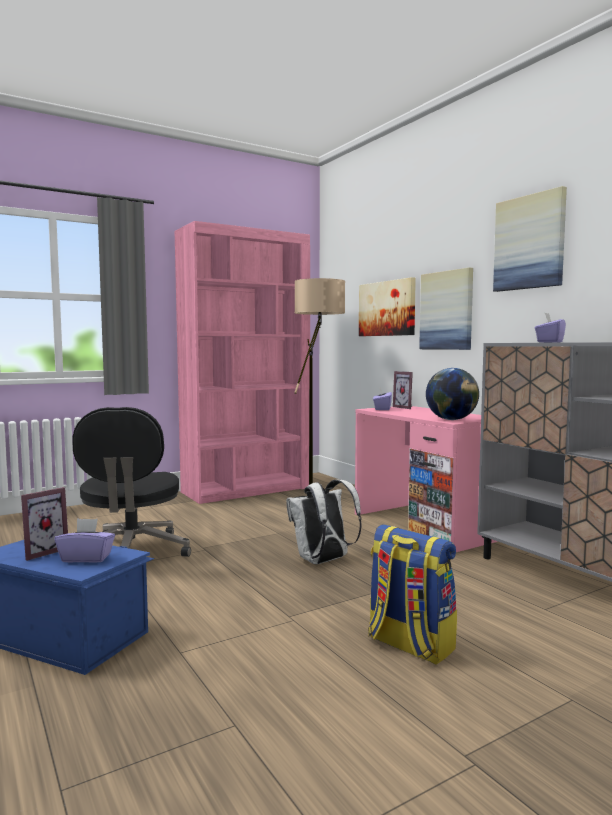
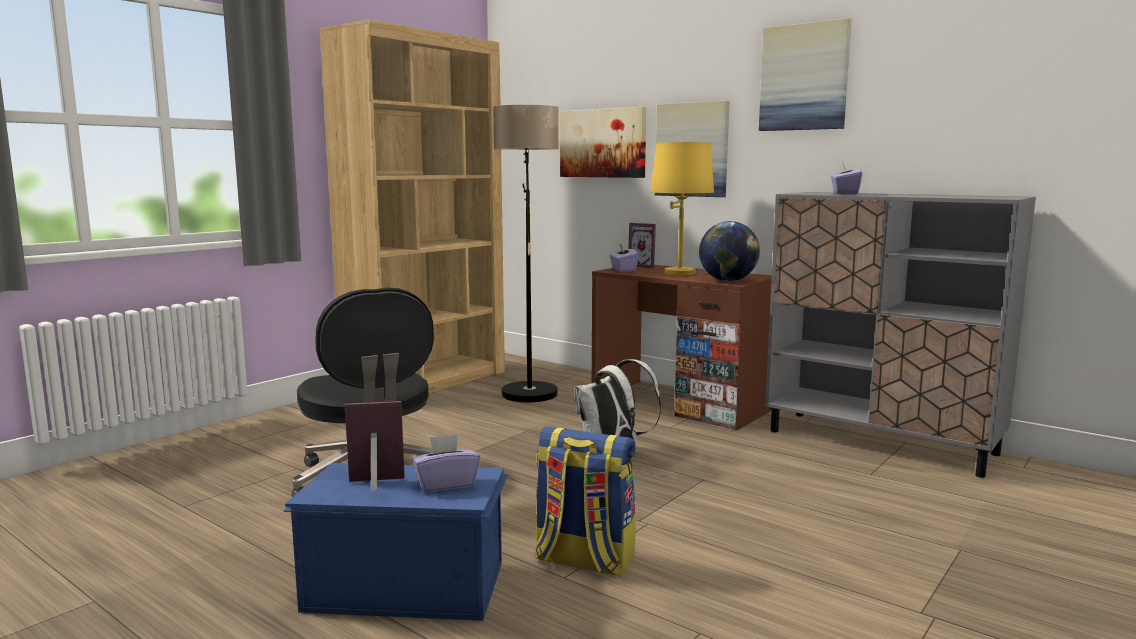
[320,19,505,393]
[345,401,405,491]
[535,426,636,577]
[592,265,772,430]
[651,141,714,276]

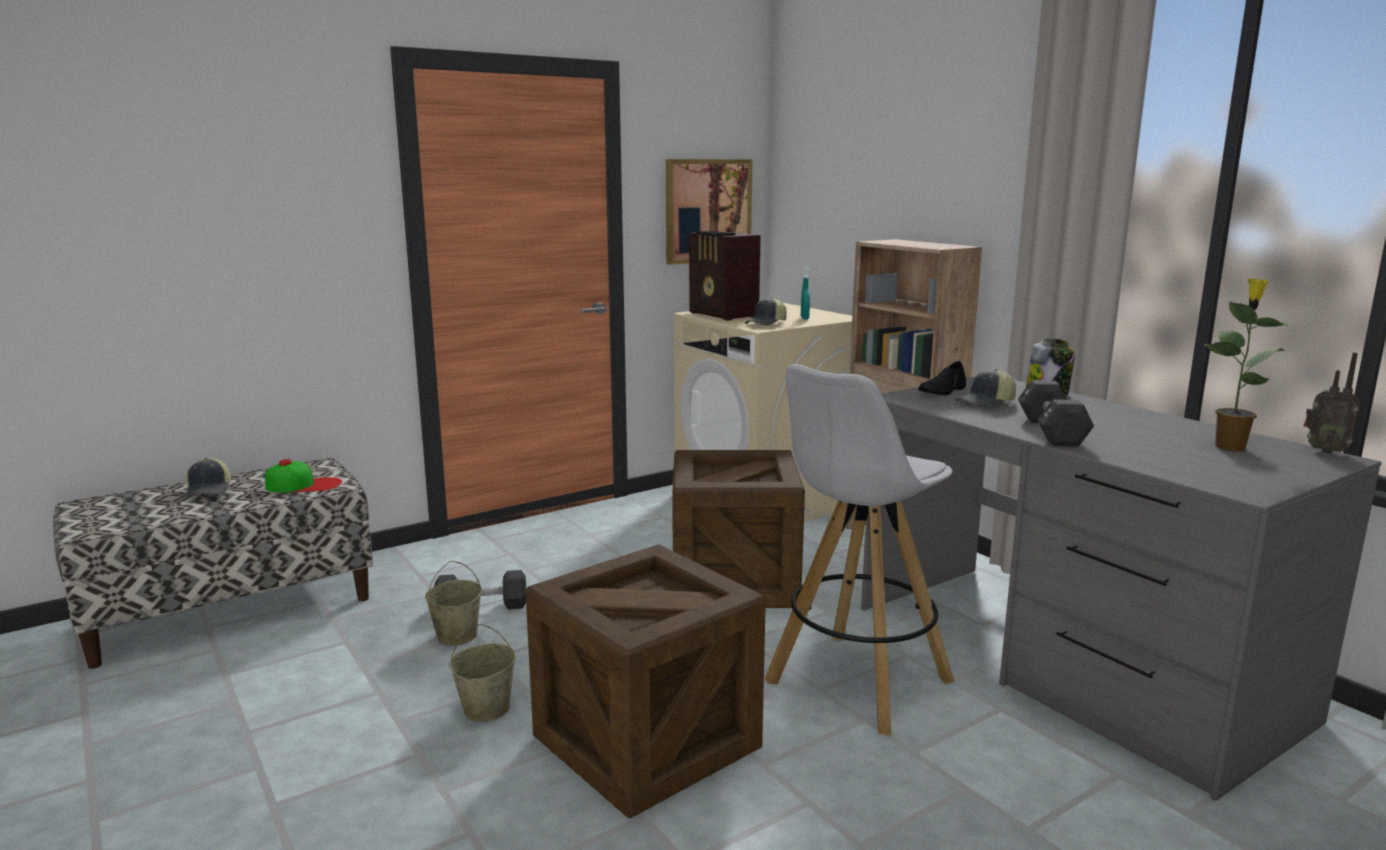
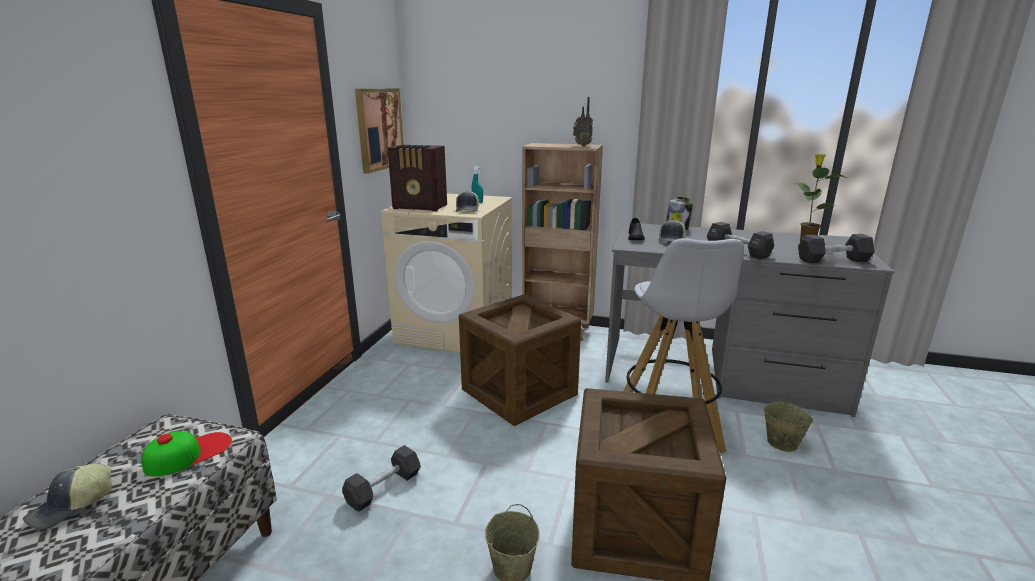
[23,463,112,530]
[573,97,593,146]
[764,391,813,452]
[798,234,875,263]

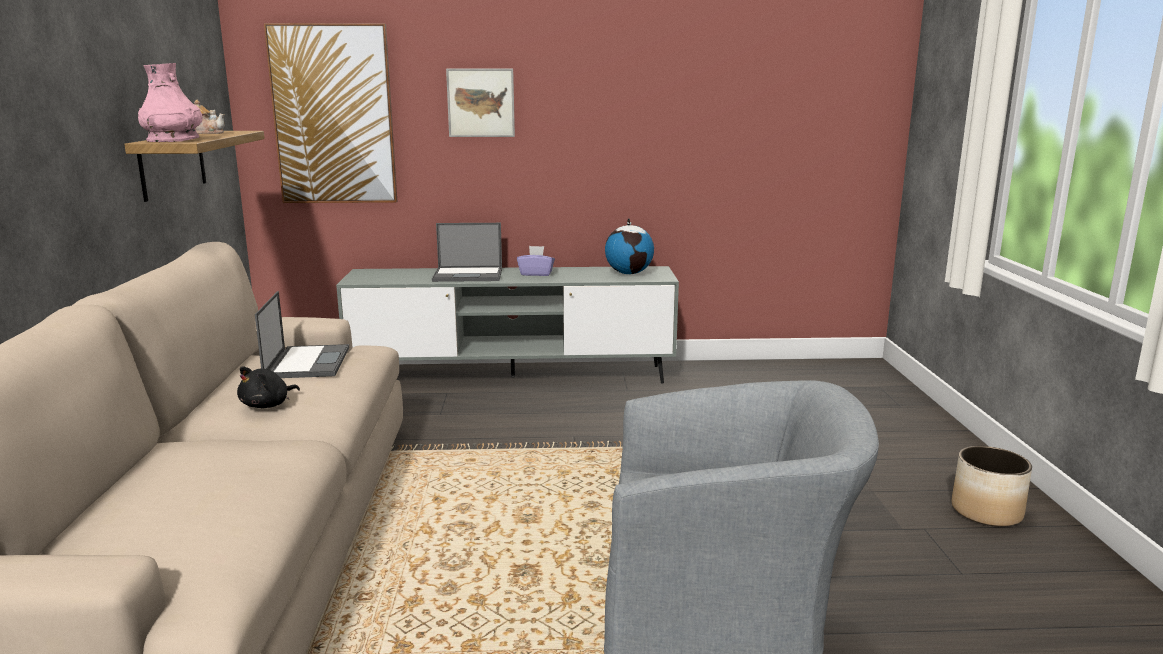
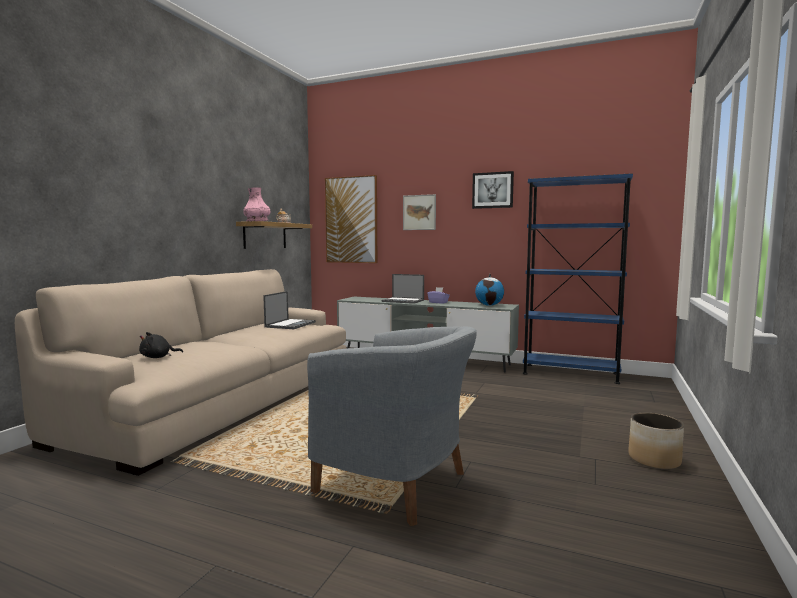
[139,332,183,358]
[472,171,514,209]
[523,173,633,384]

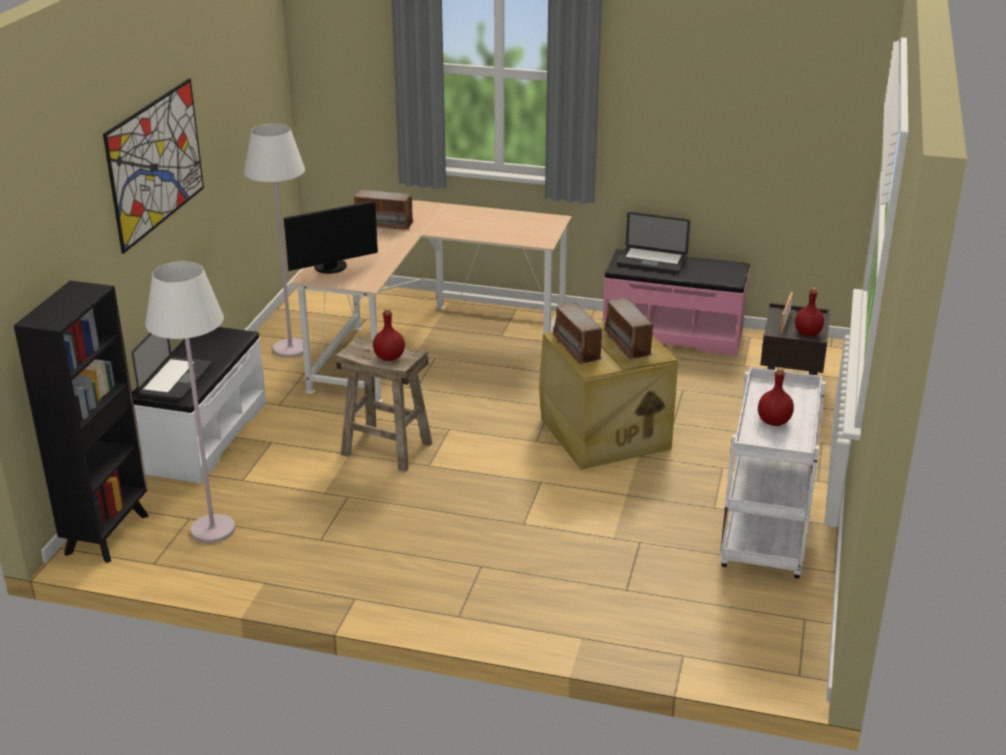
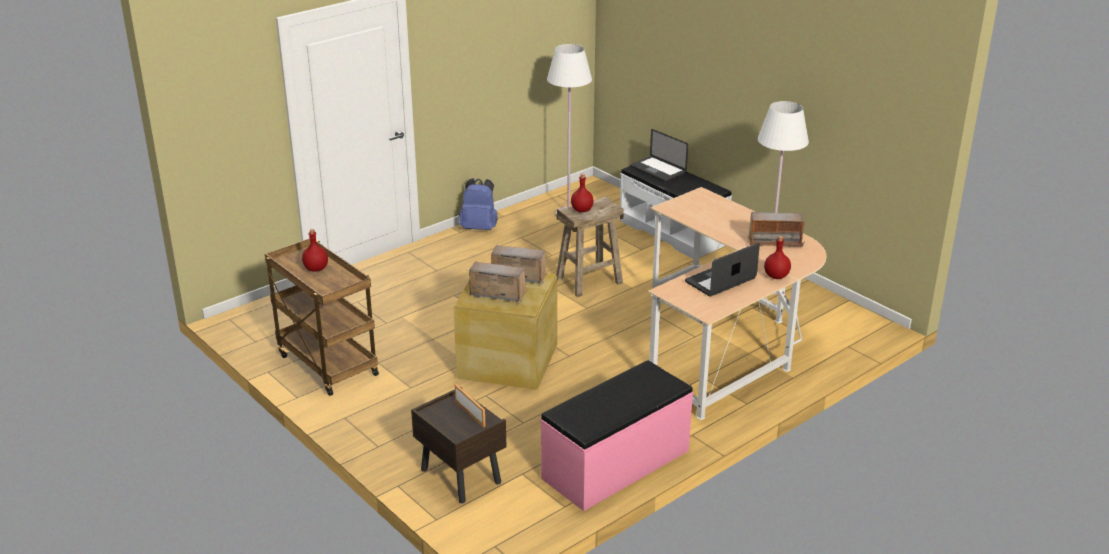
[265,238,379,396]
[459,178,497,230]
[685,243,760,296]
[748,212,804,247]
[764,236,791,279]
[14,281,149,563] (first image)
[103,78,204,254] (first image)
[284,200,378,274] (first image)

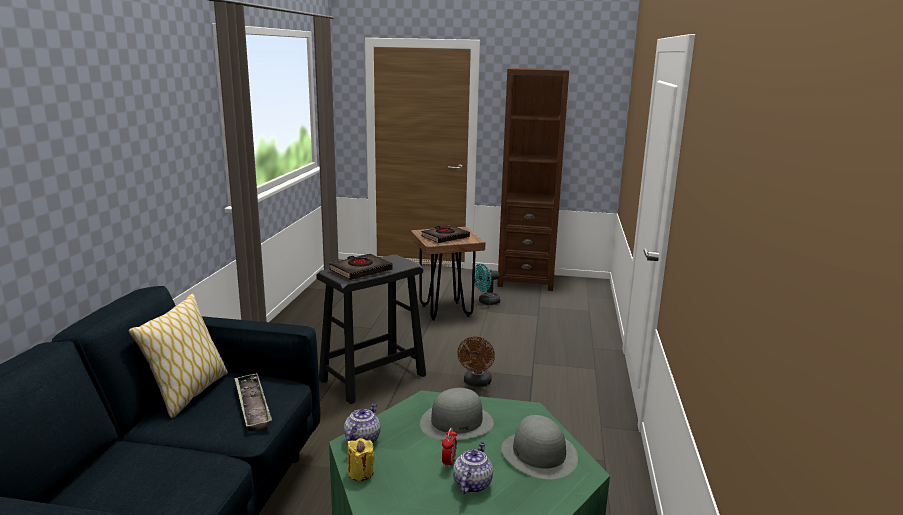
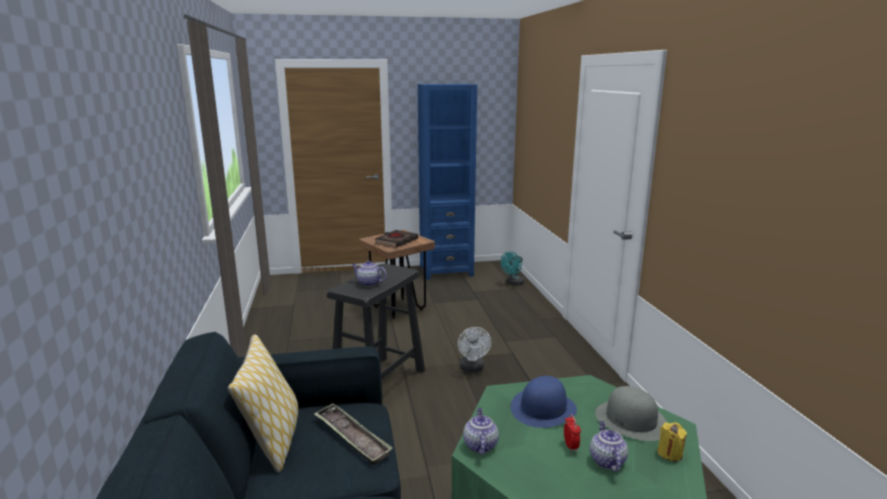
[351,261,387,286]
[418,84,477,280]
[458,327,491,372]
[501,251,524,286]
[511,376,577,428]
[658,422,687,461]

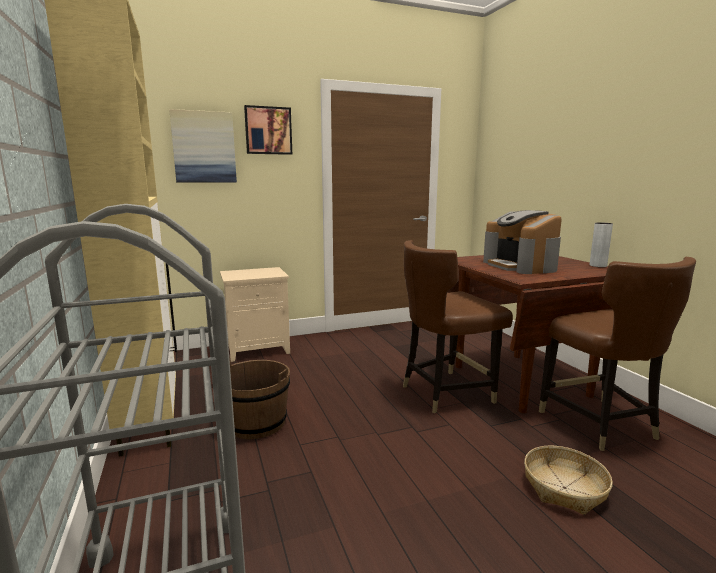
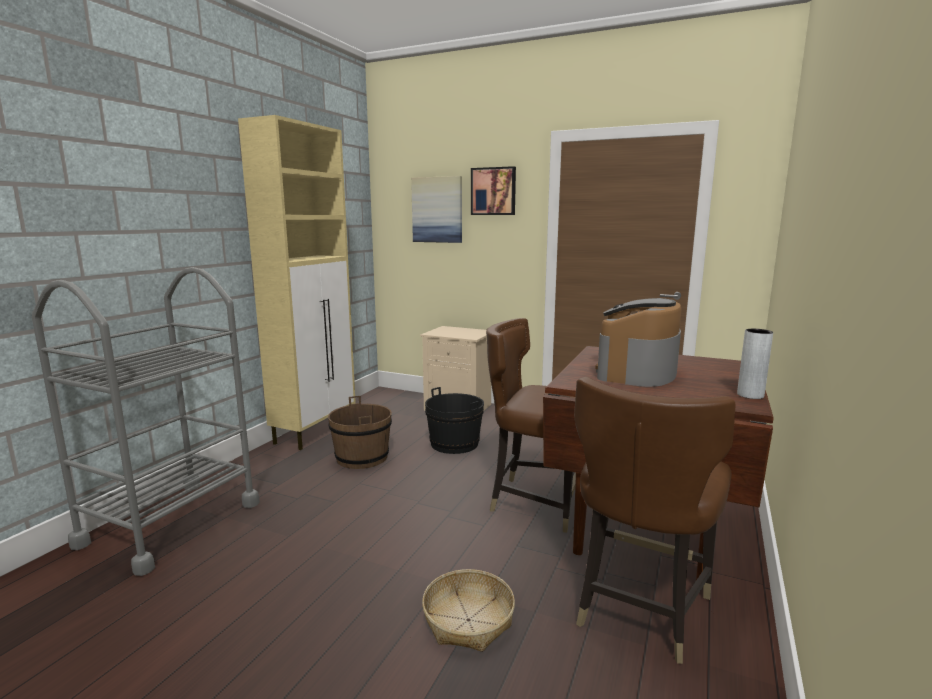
[425,387,484,454]

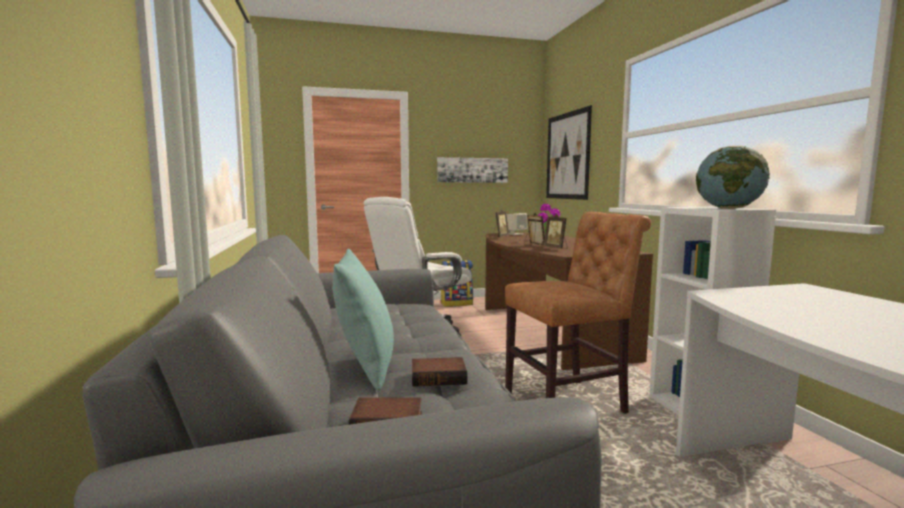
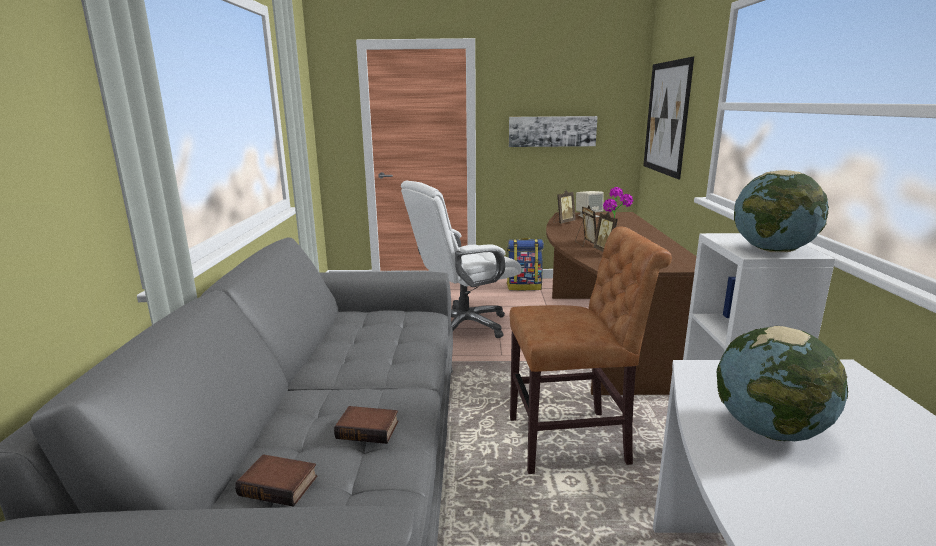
[717,326,848,441]
[332,249,394,391] (first image)

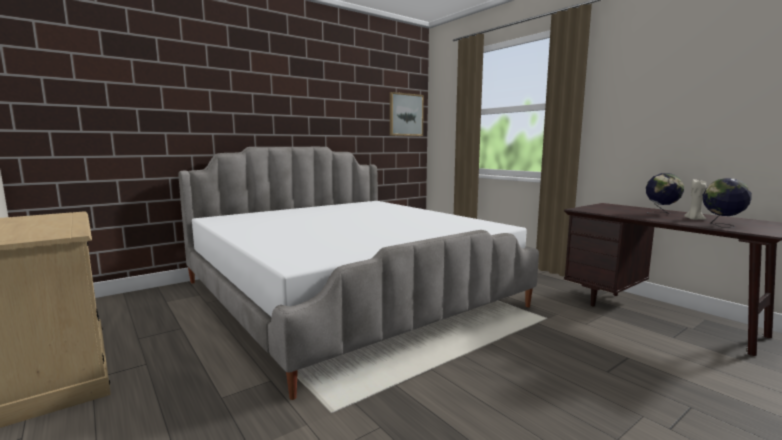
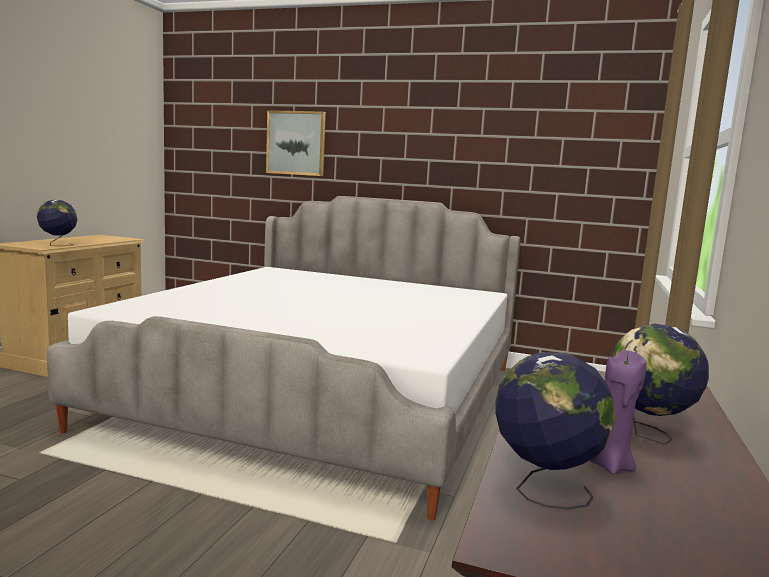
[37,200,78,246]
[266,110,326,176]
[589,350,646,475]

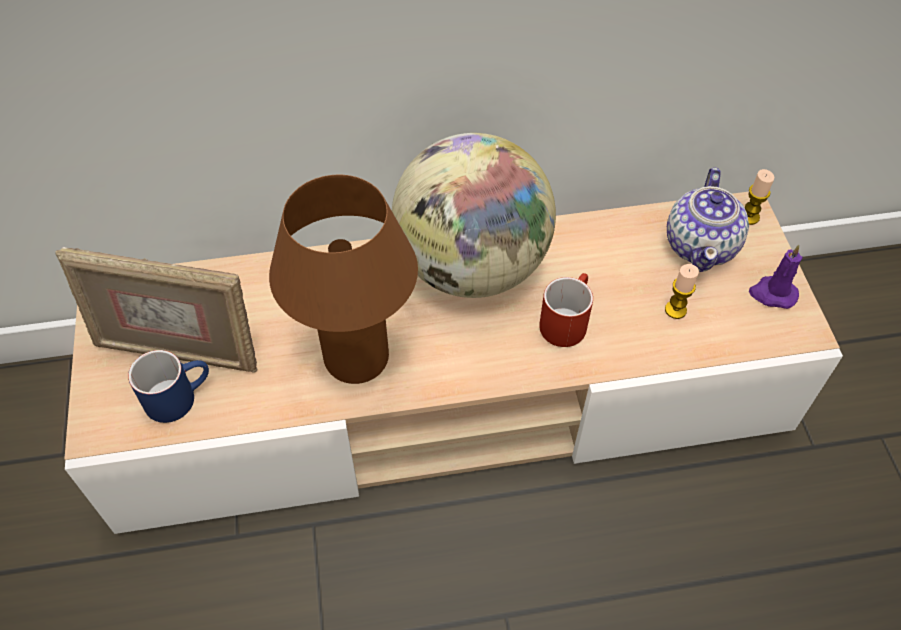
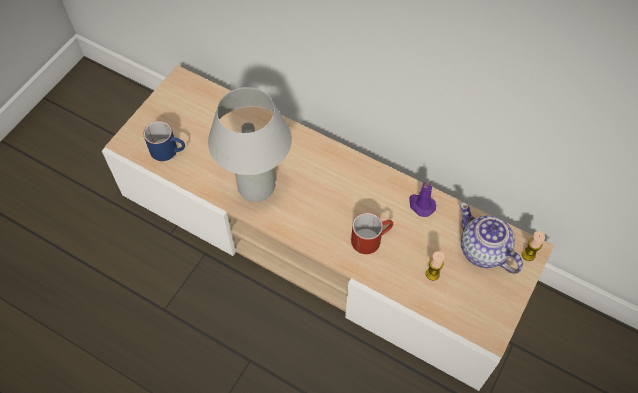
[208,87,292,202]
[409,181,436,217]
[460,203,523,274]
[56,247,257,373] (first image)
[392,133,556,298] (first image)

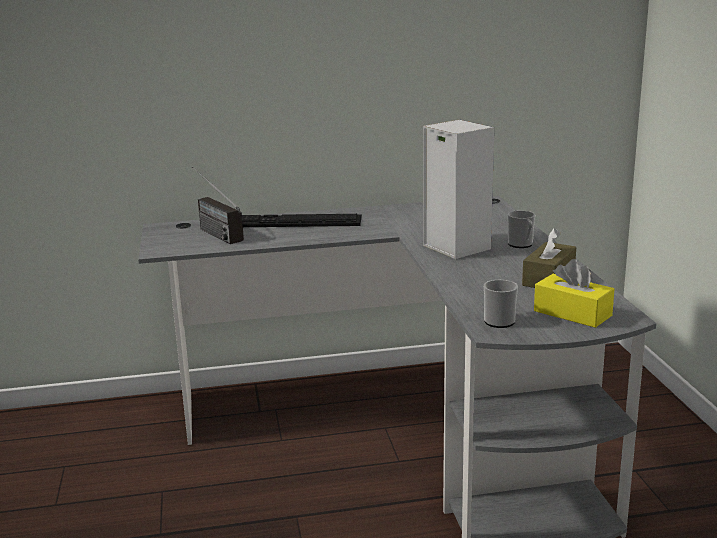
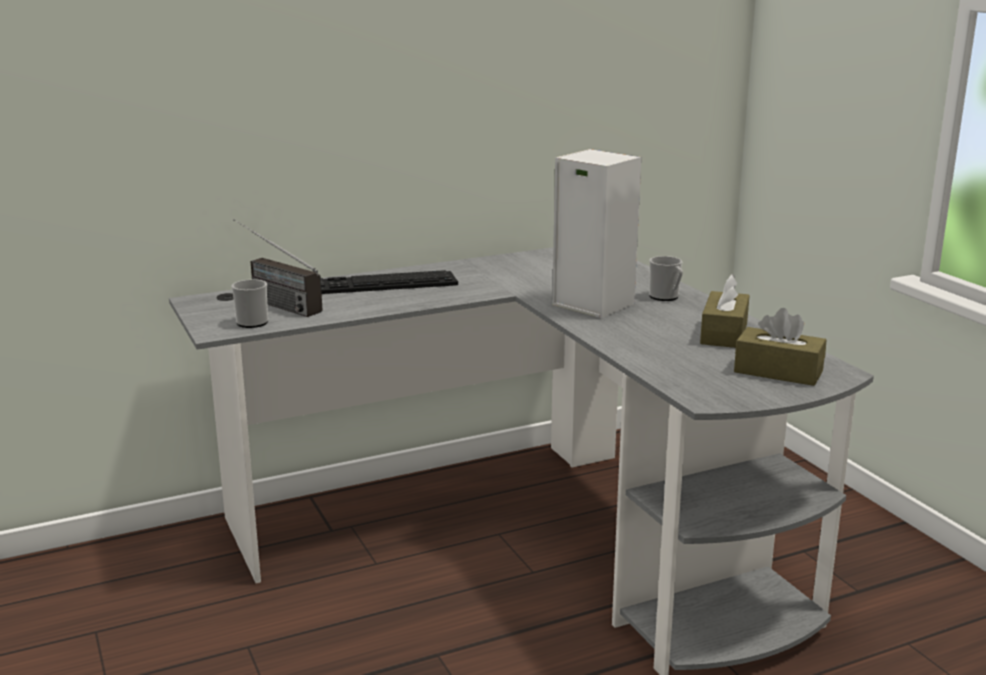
[231,279,268,328]
[734,308,826,386]

